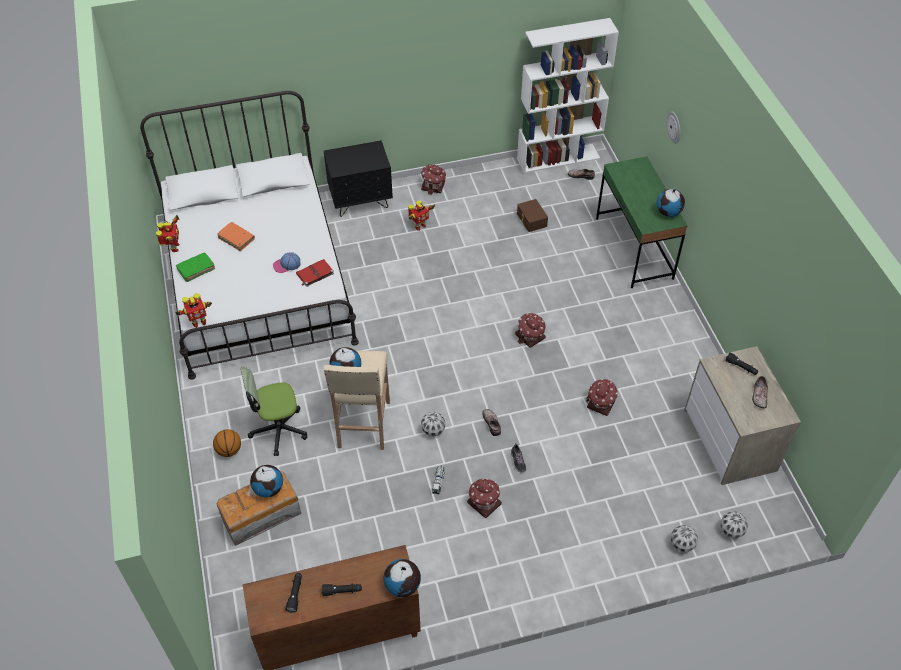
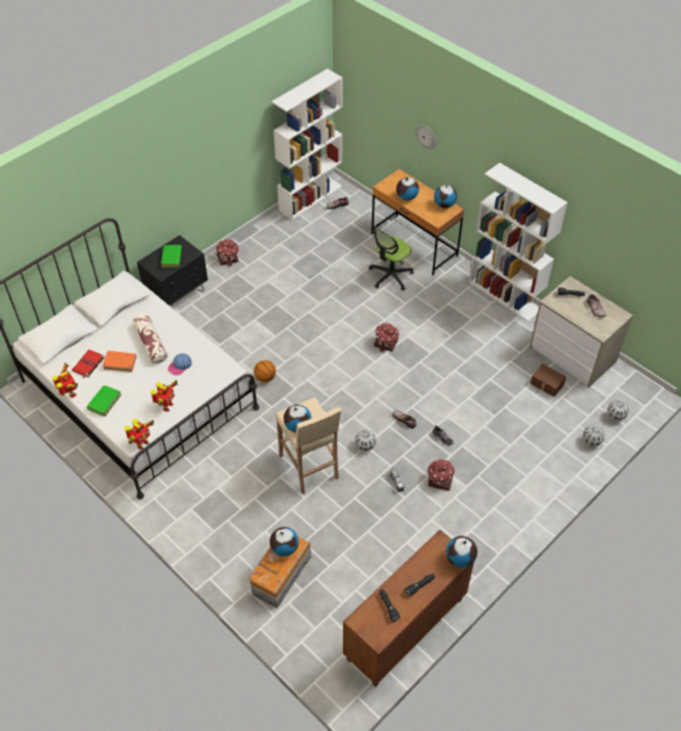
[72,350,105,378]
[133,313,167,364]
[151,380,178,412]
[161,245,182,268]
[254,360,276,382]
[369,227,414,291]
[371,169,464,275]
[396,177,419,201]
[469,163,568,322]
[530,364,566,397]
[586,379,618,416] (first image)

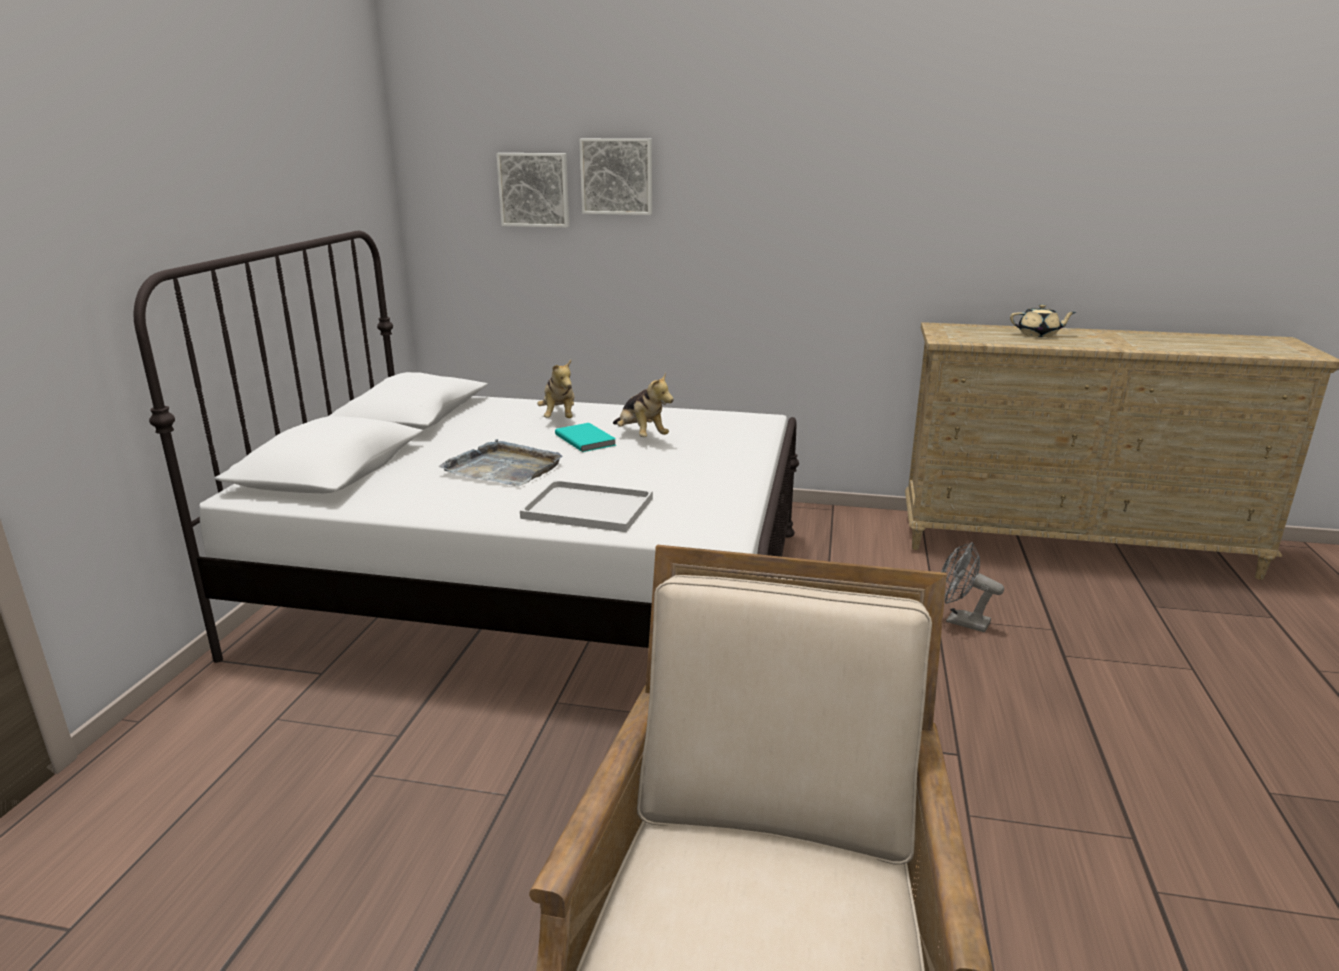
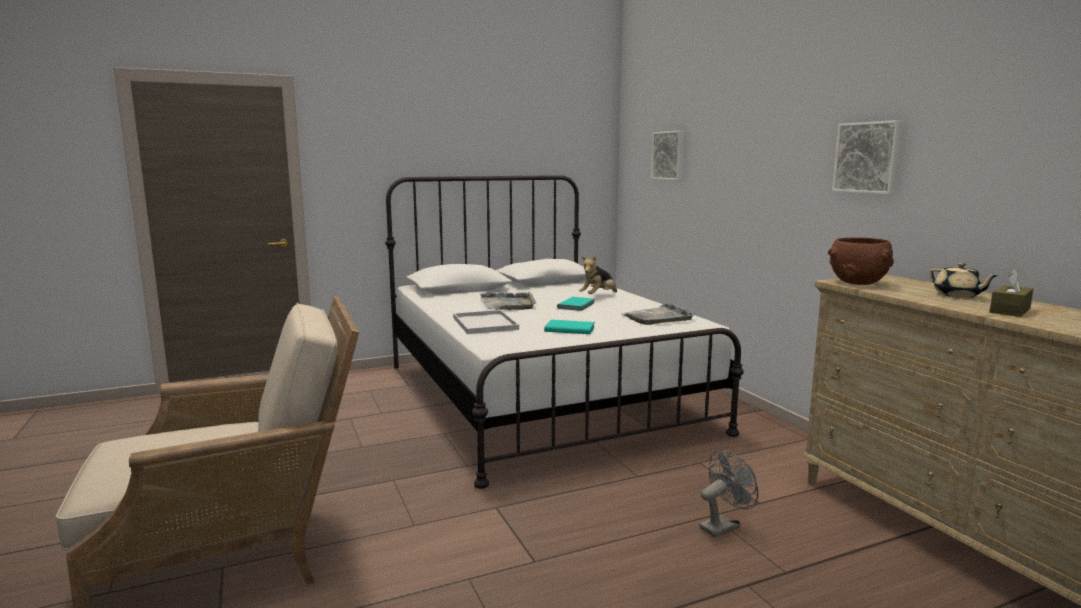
[544,320,595,334]
[621,303,696,325]
[699,450,758,538]
[828,238,894,285]
[832,120,904,195]
[990,269,1033,317]
[613,372,674,437] (first image)

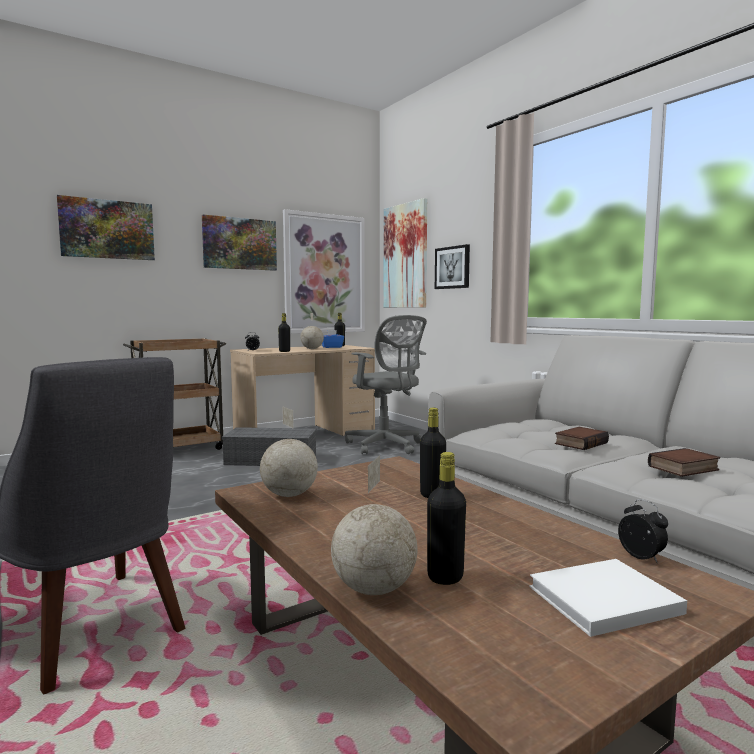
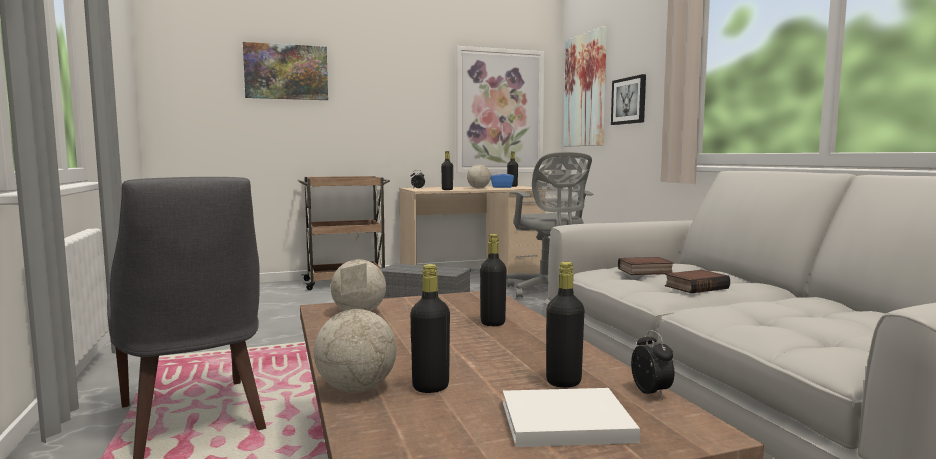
[546,262,584,388]
[618,257,674,275]
[202,215,277,271] (first image)

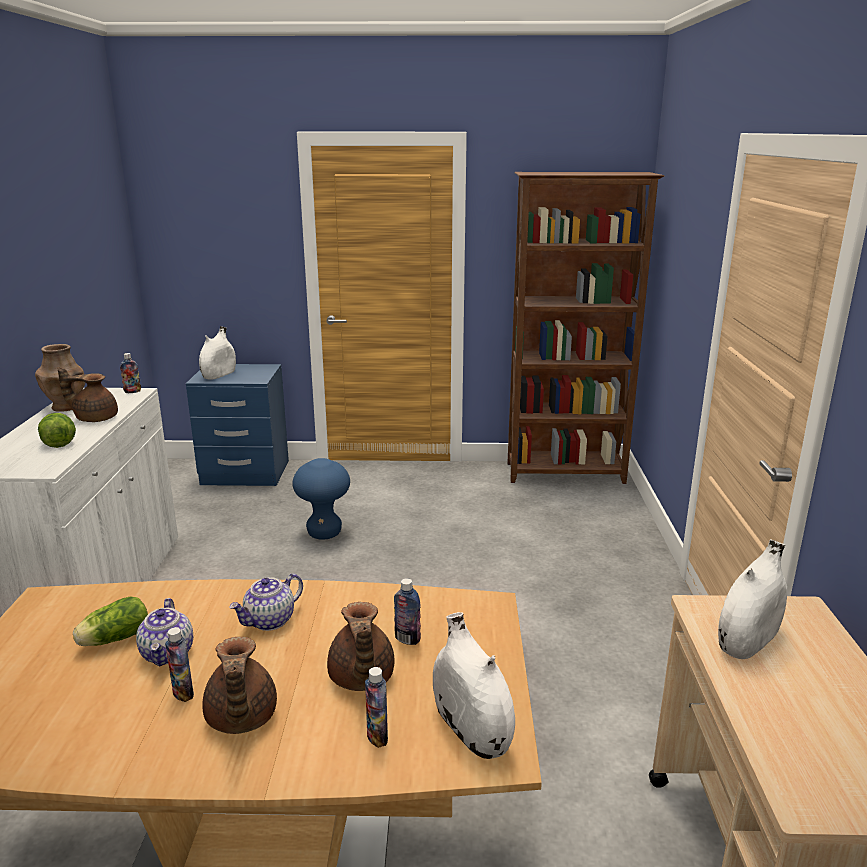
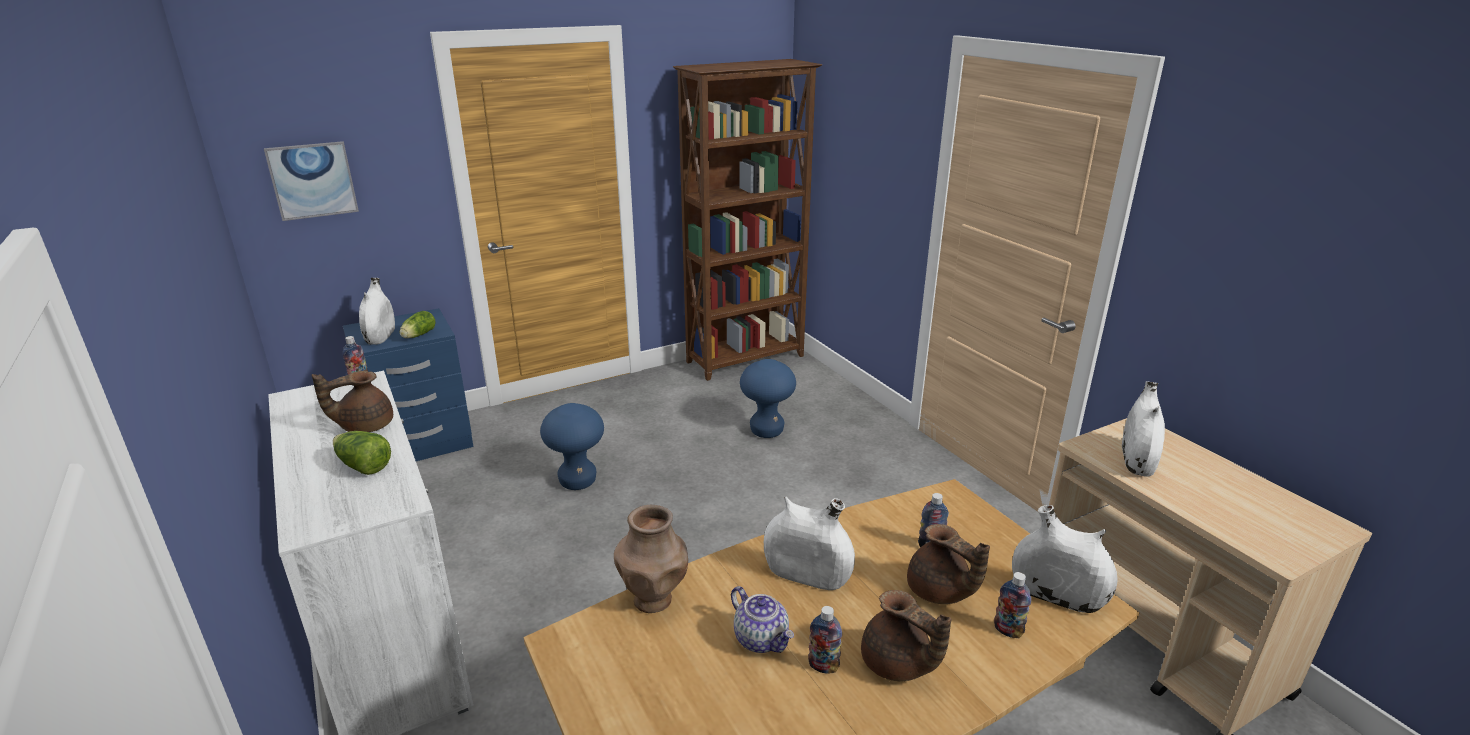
[264,141,359,221]
[400,311,436,338]
[614,505,688,613]
[740,359,796,438]
[764,496,855,590]

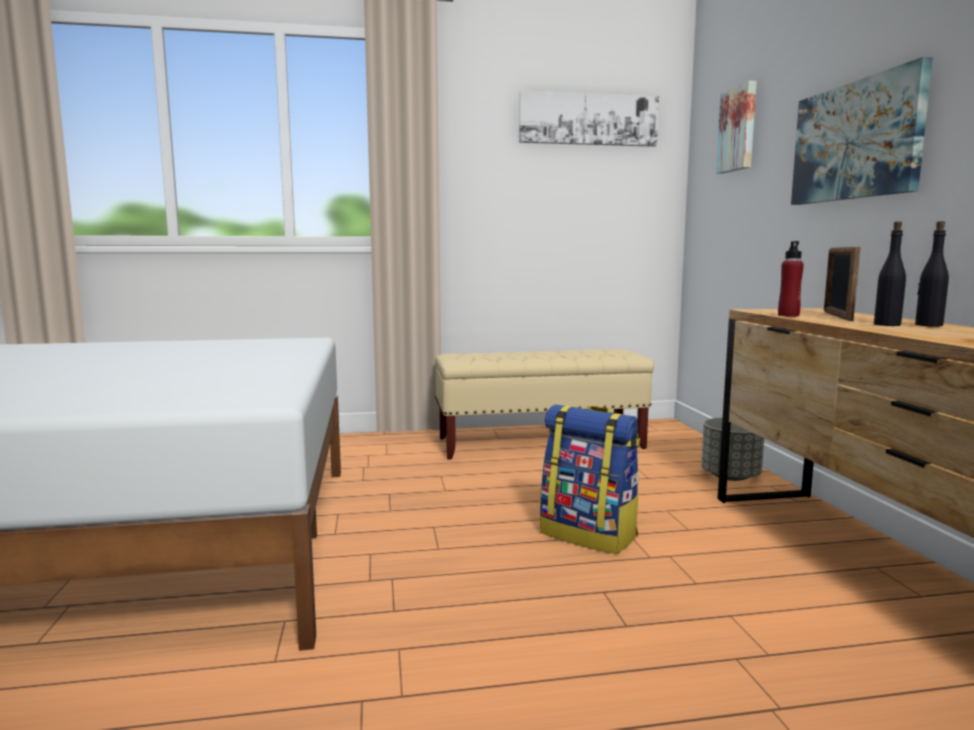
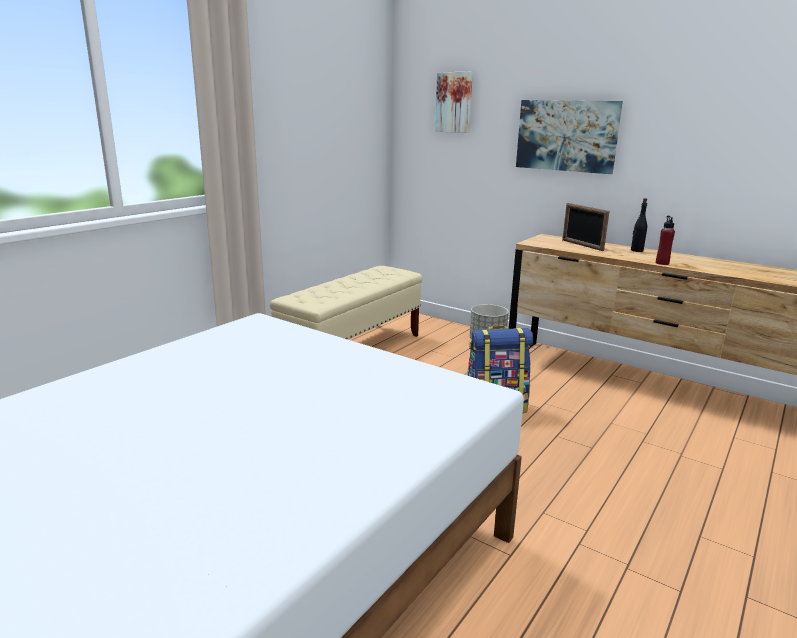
[656,216,675,265]
[519,90,659,147] (first image)
[874,221,906,326] (first image)

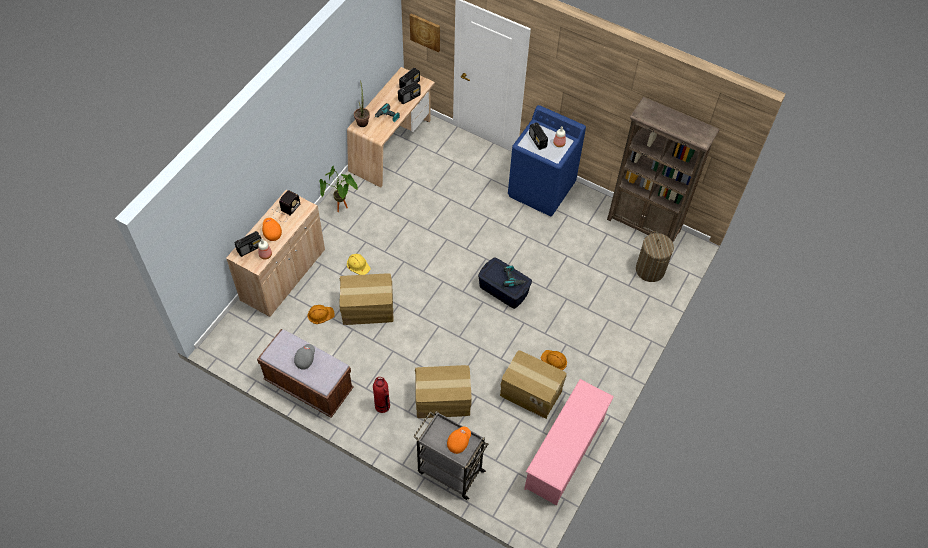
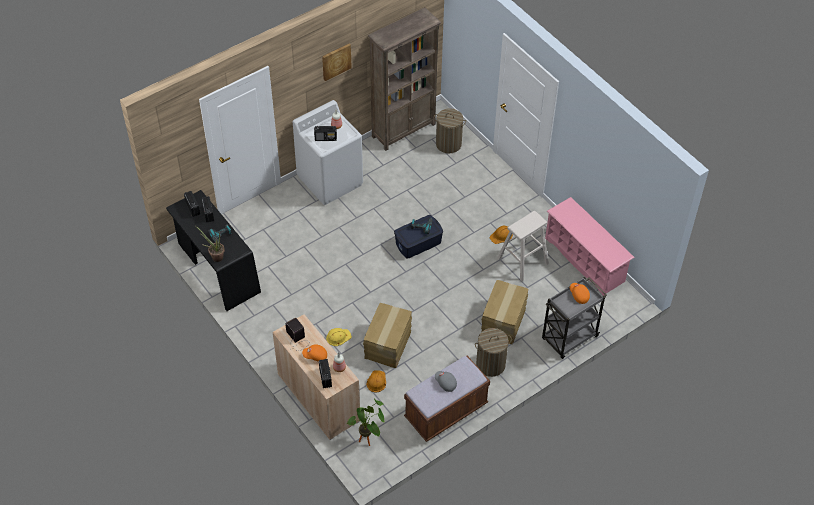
[166,190,261,311]
[293,100,363,205]
[322,44,352,81]
[346,399,385,446]
[475,328,512,377]
[497,211,549,281]

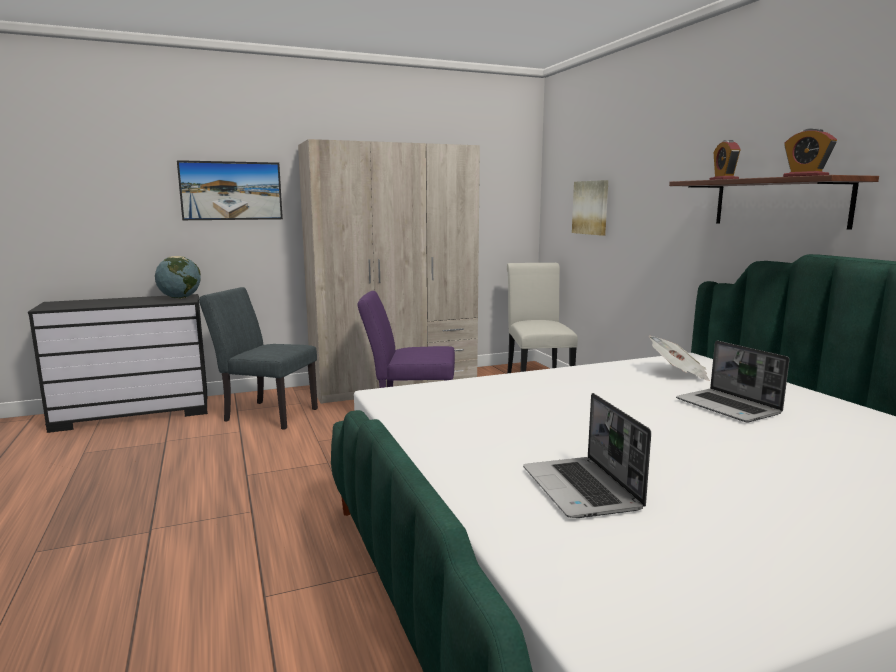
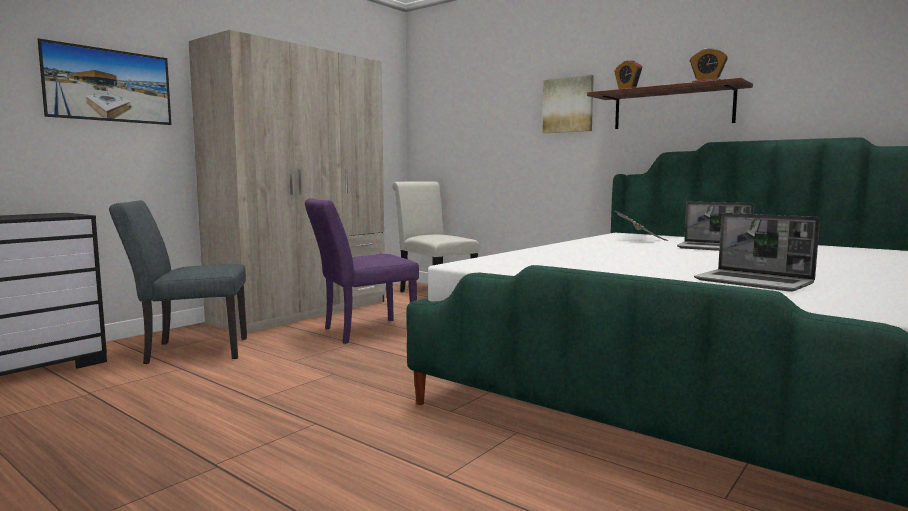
[542,75,594,133]
[155,256,201,299] (first image)

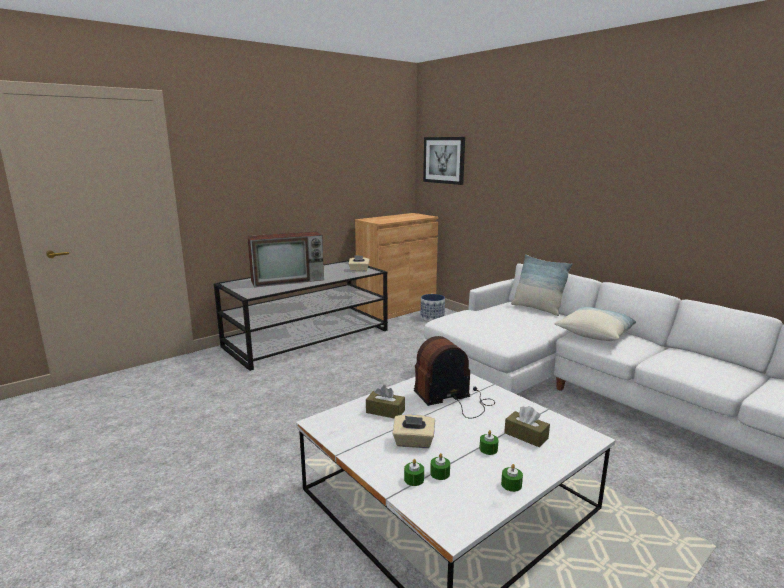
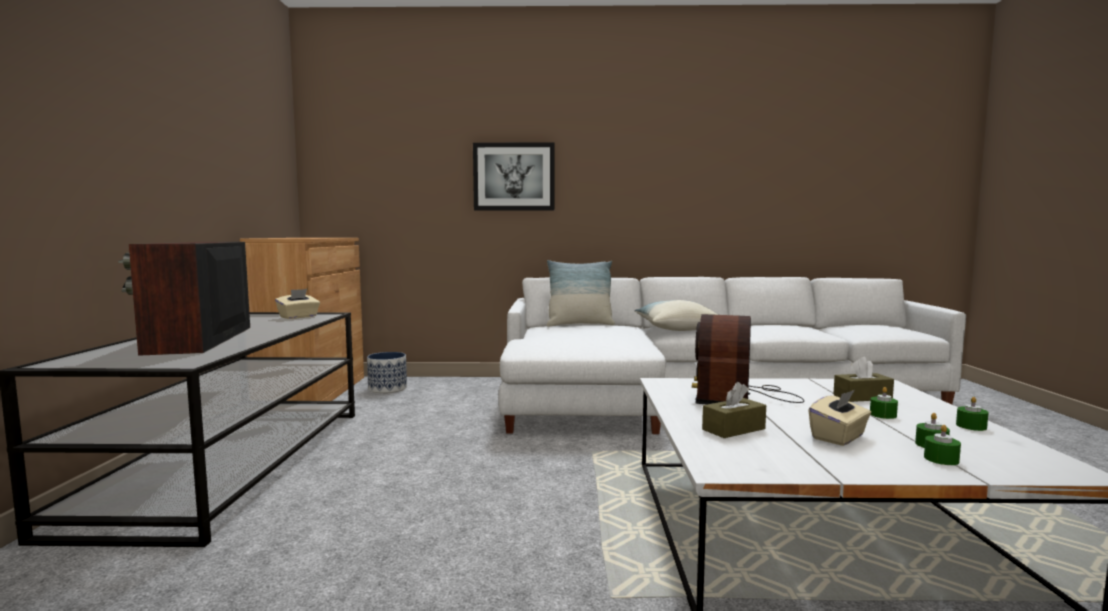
[118,242,250,356]
[473,143,554,210]

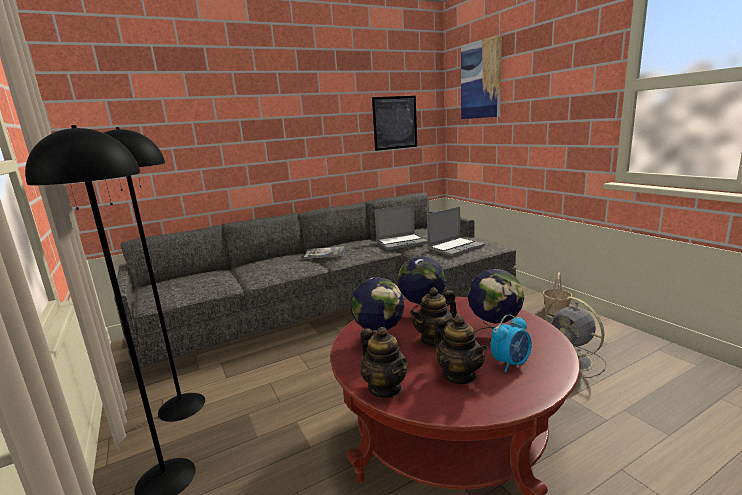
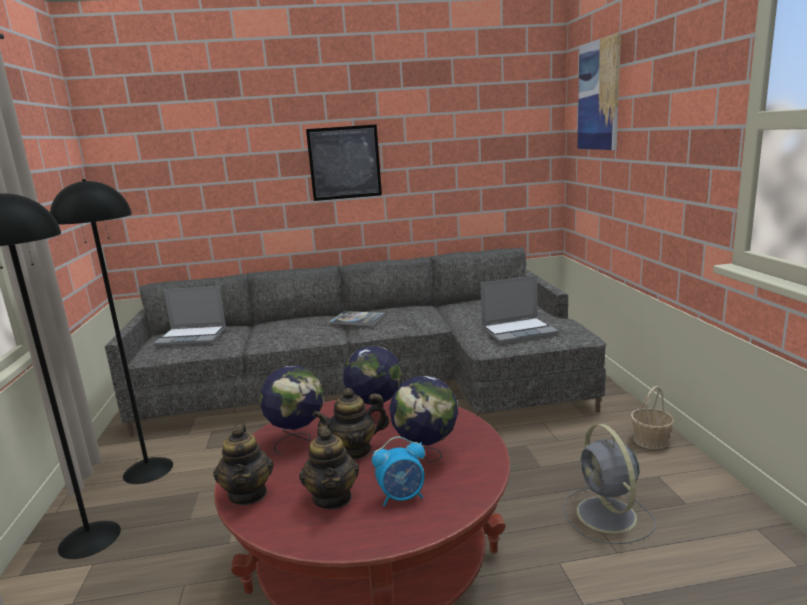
[153,286,226,347]
[306,124,382,201]

